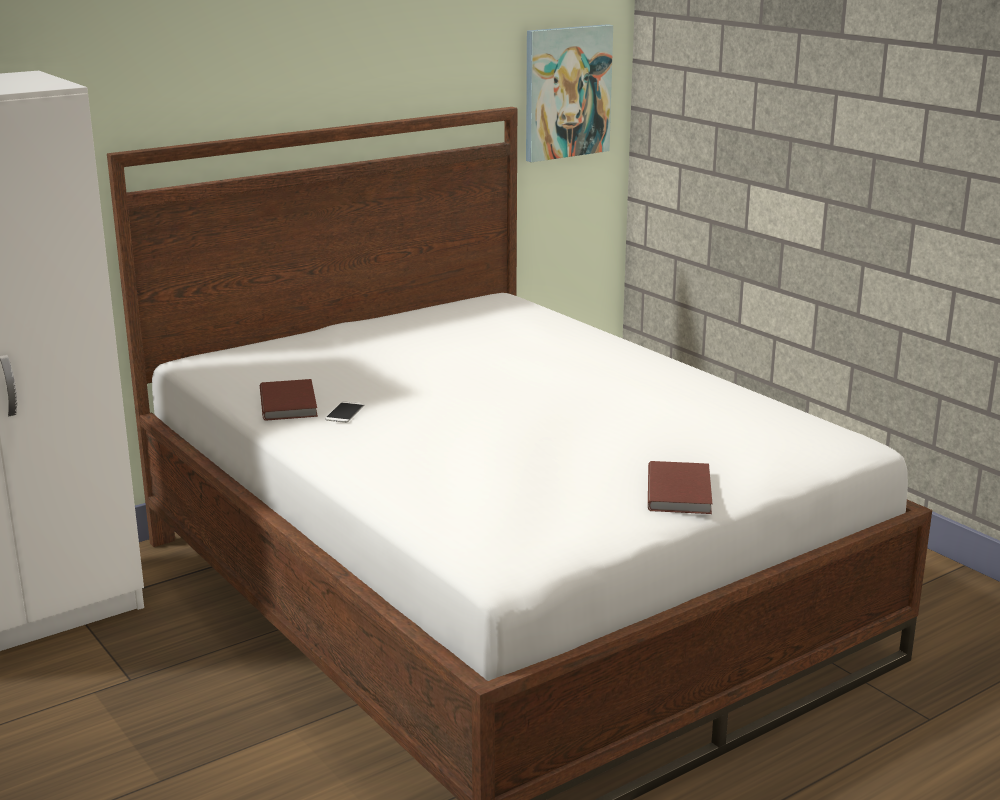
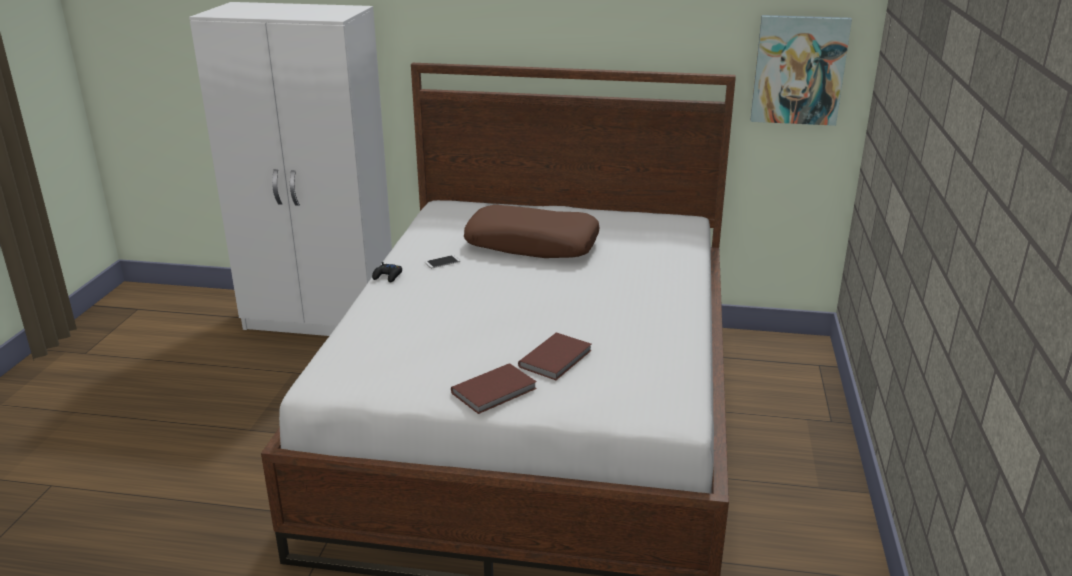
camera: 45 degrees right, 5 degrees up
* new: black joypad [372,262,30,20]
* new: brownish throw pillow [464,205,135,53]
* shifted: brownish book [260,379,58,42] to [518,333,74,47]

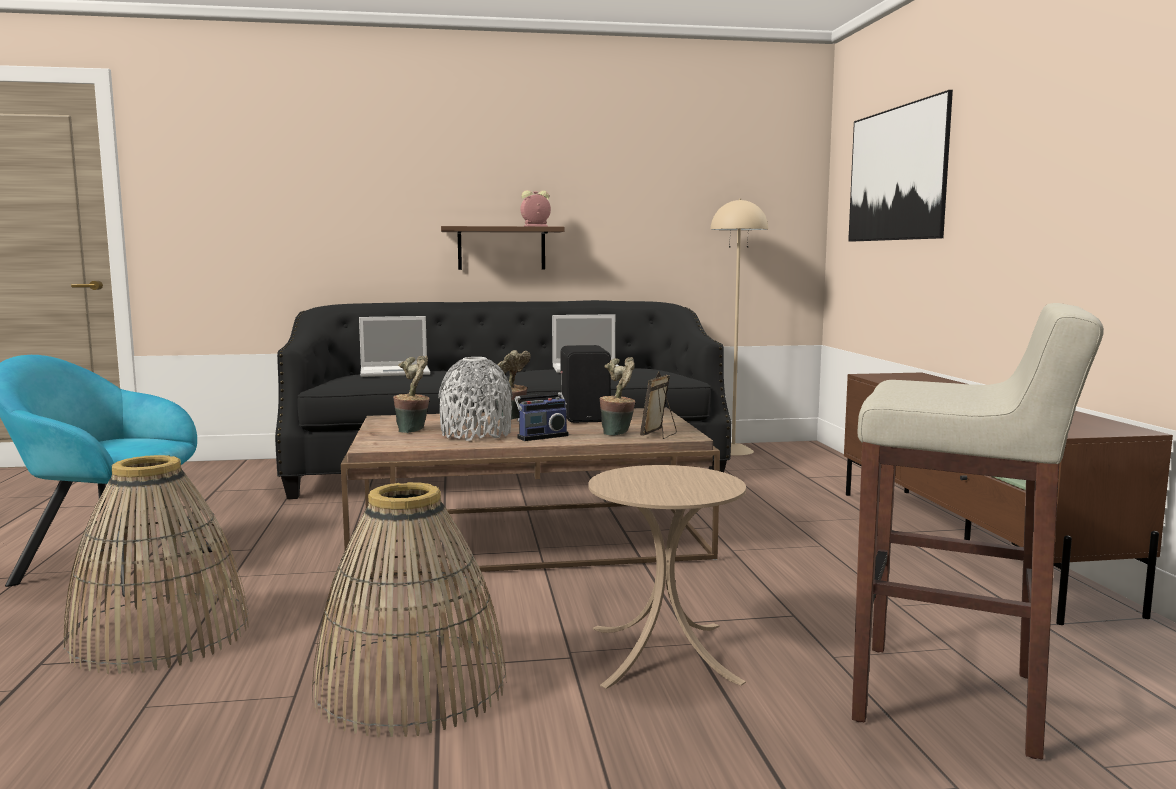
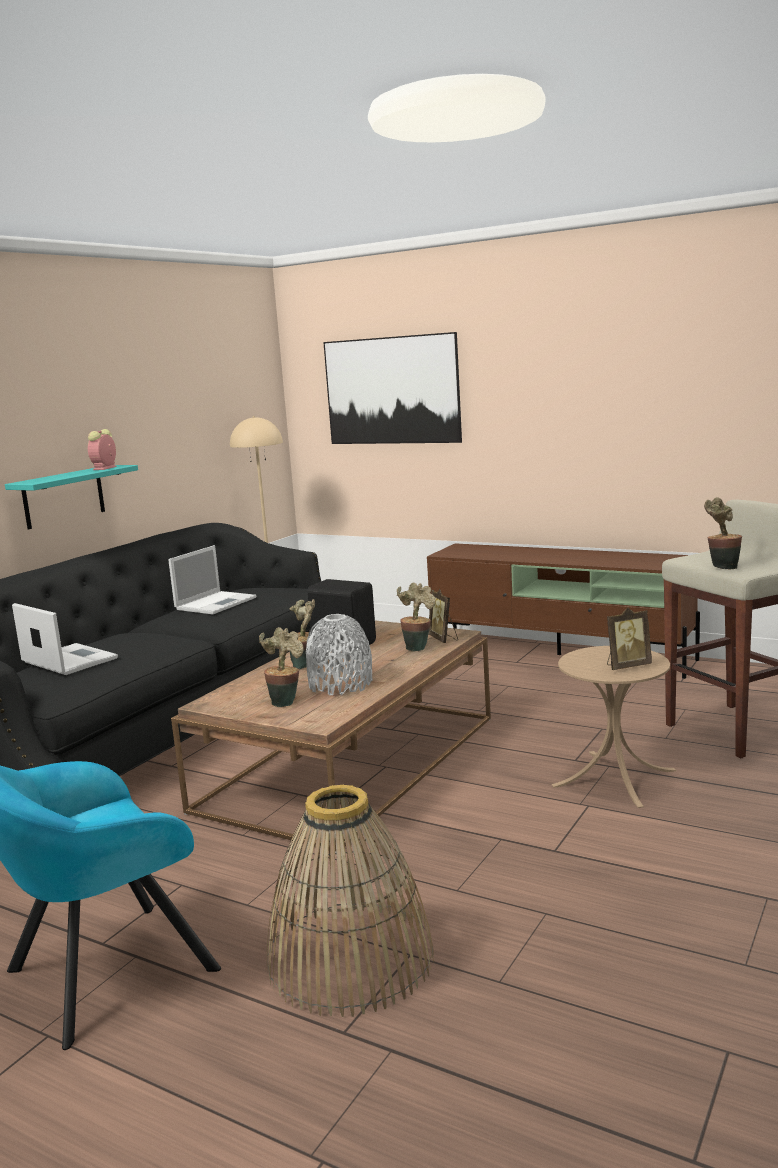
camera: 50 degrees left, 5 degrees up
* gone: storage basket [312,482,194,256]
* gone: radio set [515,371,54,70]
* new: photo frame [607,607,45,63]
* new: houseplant [704,497,38,73]
* repainted: brownish bracket shelf [441,226,124,44] to turquoise-coloured bracket shelf [5,465,133,64]
* rotated: laptop [359,316,71,61] = [12,603,106,72] 75 degrees counterclockwise

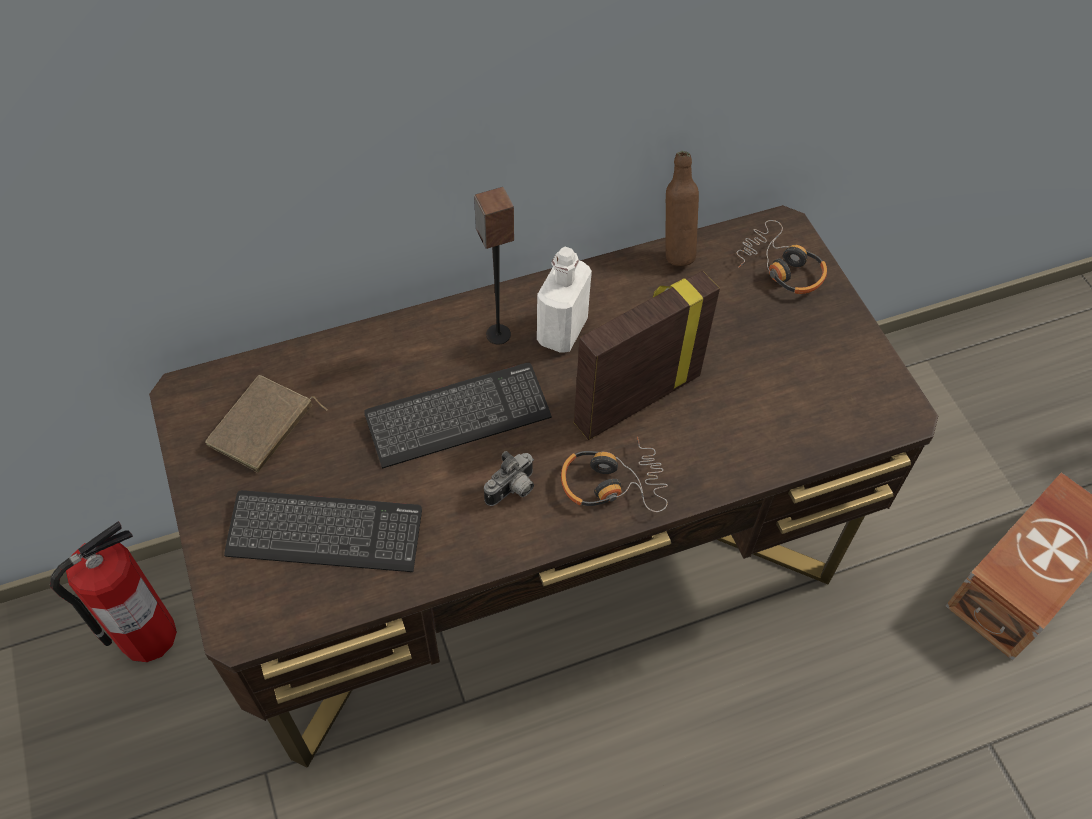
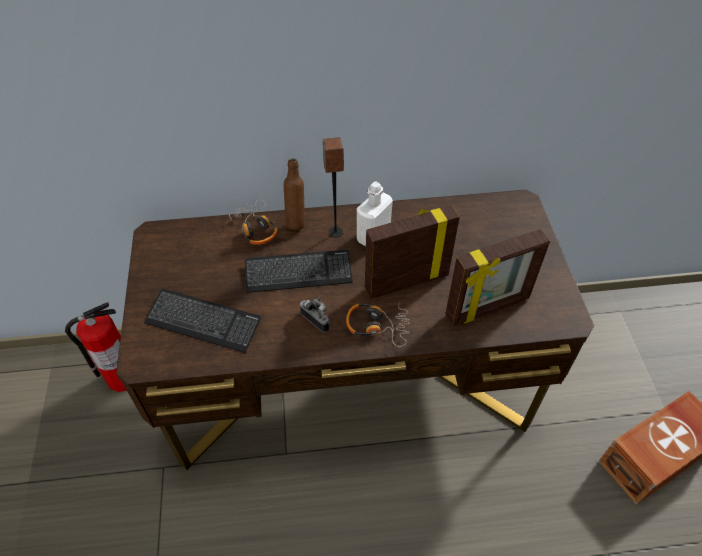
camera: 15 degrees right, 5 degrees down
* gone: brownish book [205,375,123,98]
* new: photo frame [445,229,105,97]
* shifted: brownish drink bottle [666,151,33,115] to [284,158,21,72]
* shifted: headset [736,220,91,74] to [226,200,52,45]
* rotated: still camera [484,451,50,55] = [300,297,30,36] 105 degrees counterclockwise

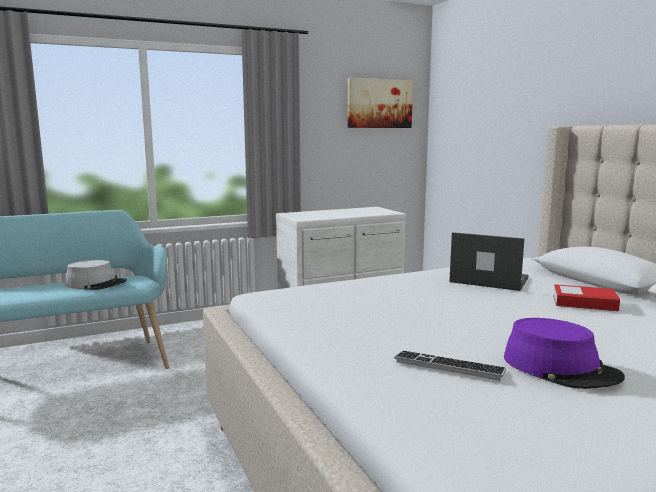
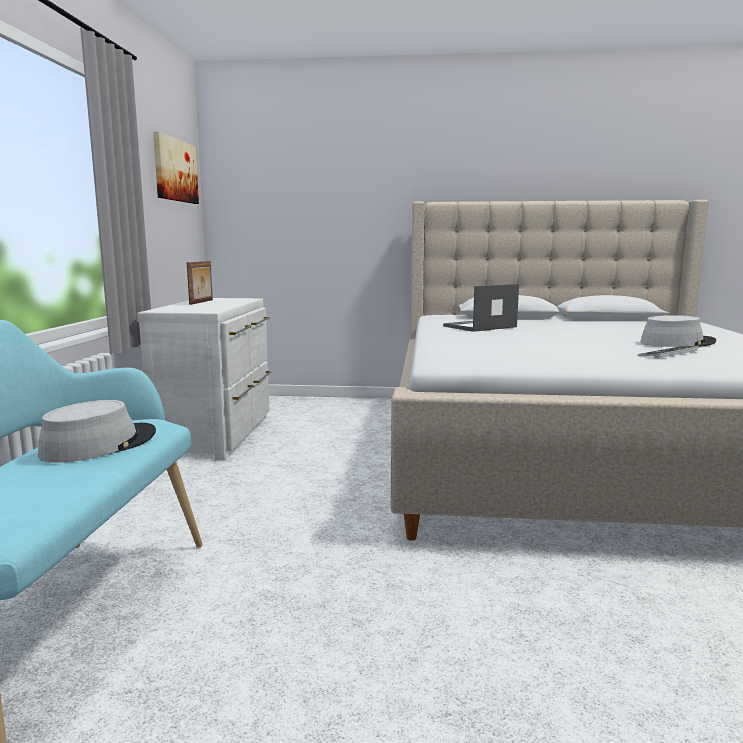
camera: 60 degrees left, 0 degrees up
* gone: book [553,284,67,27]
* new: photo frame [187,261,26,44]
* repainted: purplish wearable hat [504,318,121,71] to grey wearable hat [640,315,76,32]

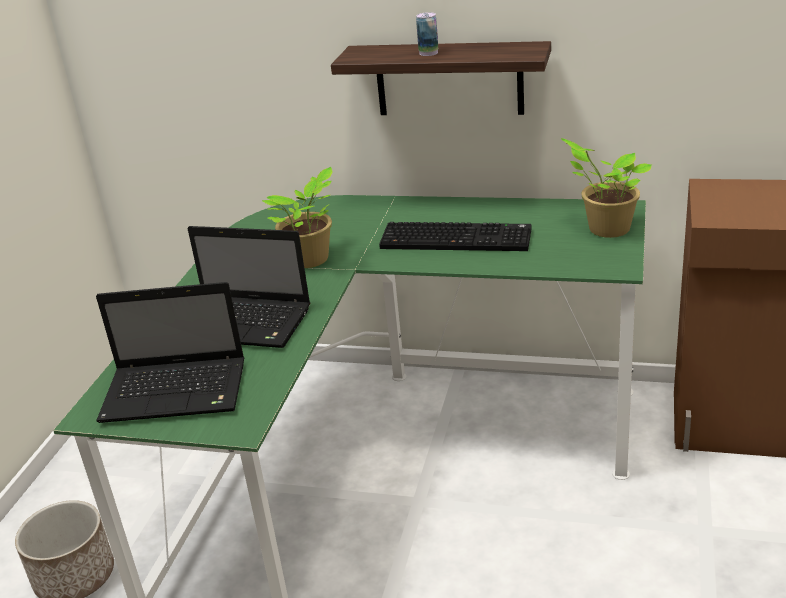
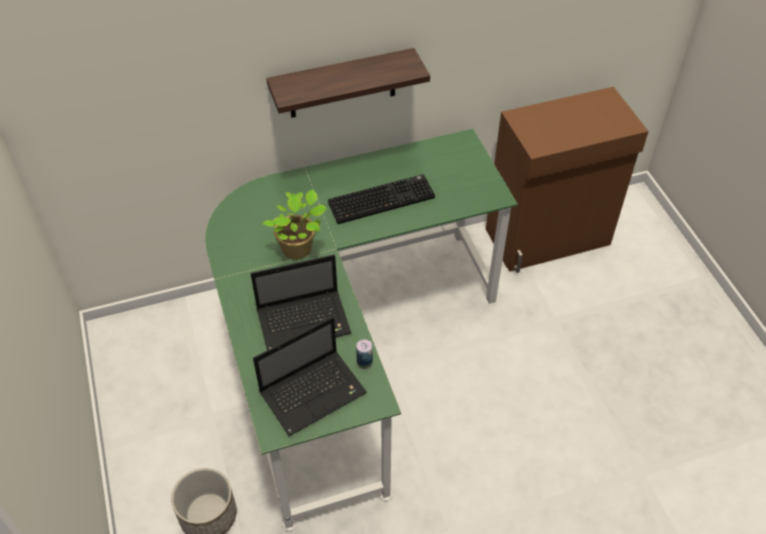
camera: 35 degrees left, 20 degrees up
* gone: houseplant [561,138,91,100]
* shifted: metal can [416,12,22,44] to [356,339,17,30]

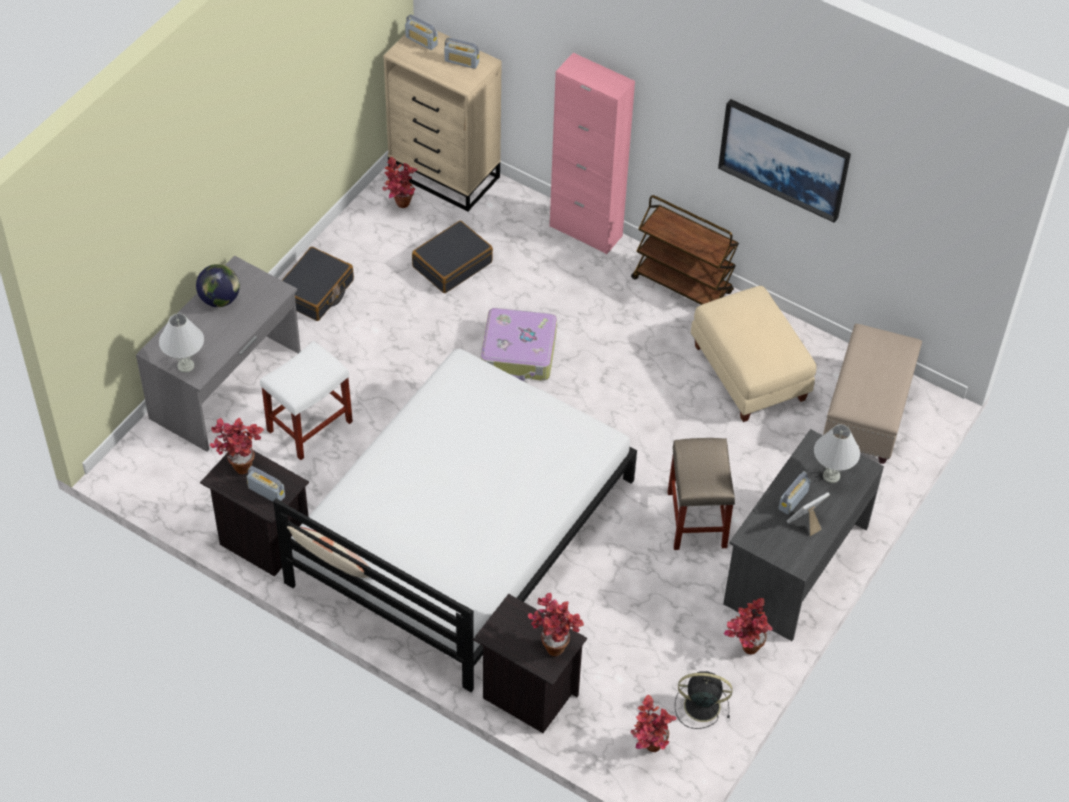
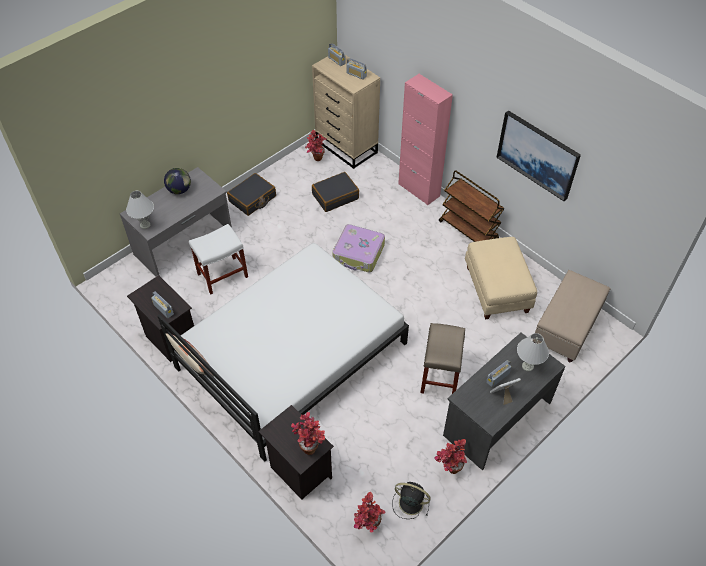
camera: 15 degrees right, 0 degrees up
* gone: houseplant [210,417,54,57]

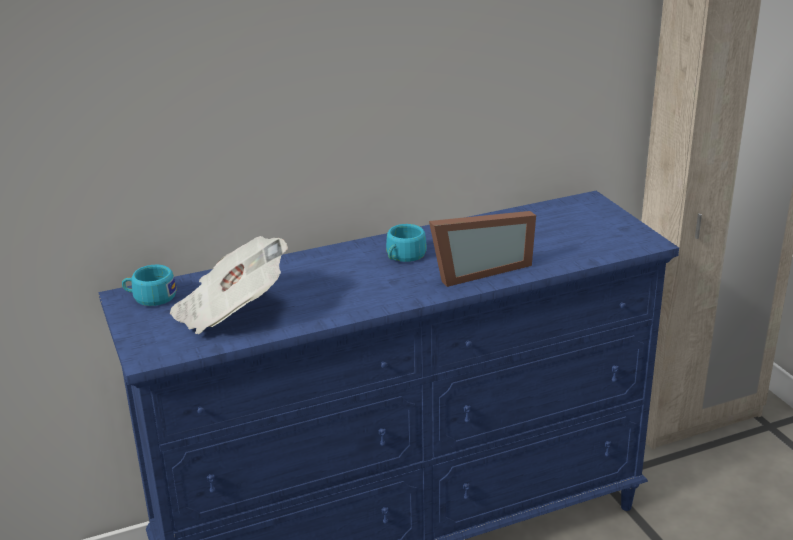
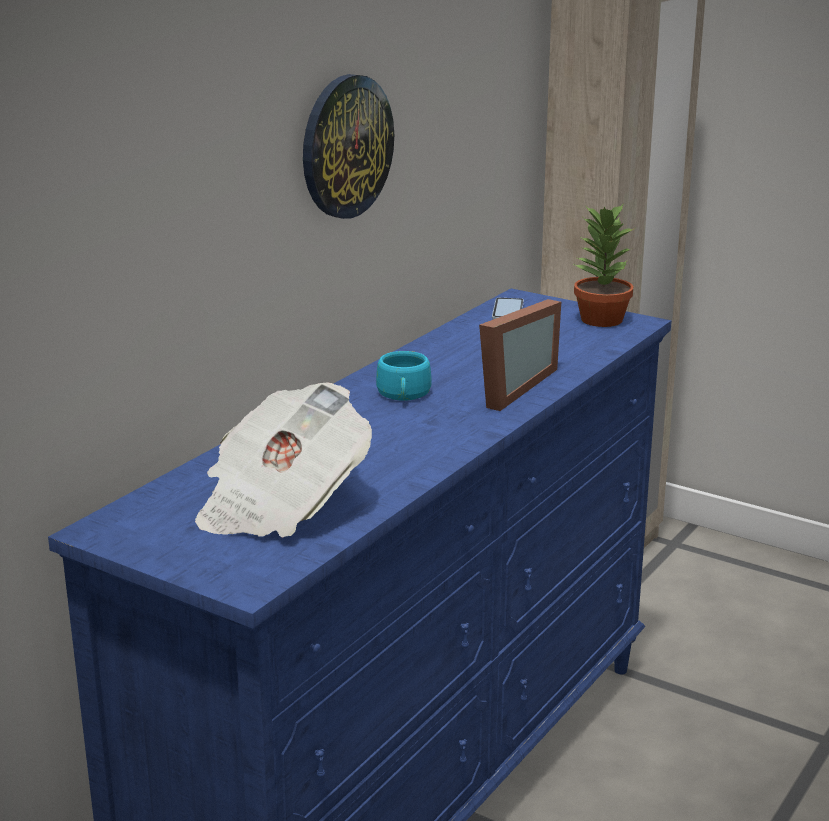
camera: 35 degrees left, 5 degrees down
* gone: turquoise-coloured drinking cup [122,265,55,41]
* new: hanging clock [303,74,91,145]
* new: handset [492,298,32,21]
* new: houseplant [574,203,61,124]

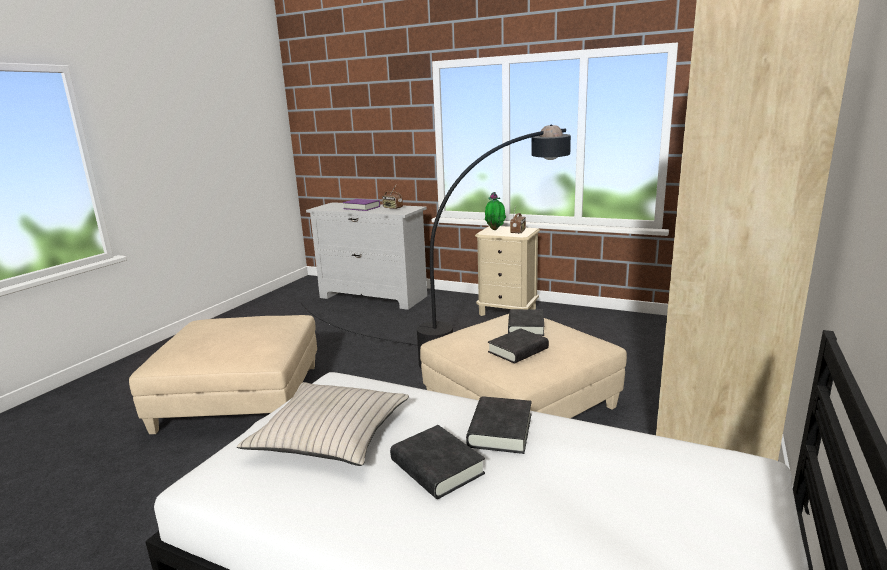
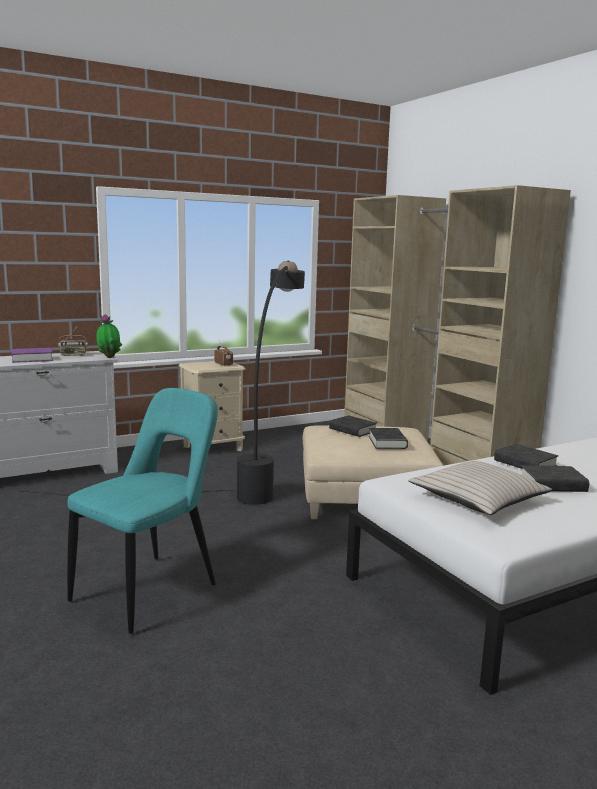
camera: 55 degrees left, 5 degrees down
* shifted: houseplant [485,192,21,38] to [97,314,25,44]
* swapped: beige-coloured footrest [129,315,188,119] to turquoise-coloured chair [67,388,151,246]

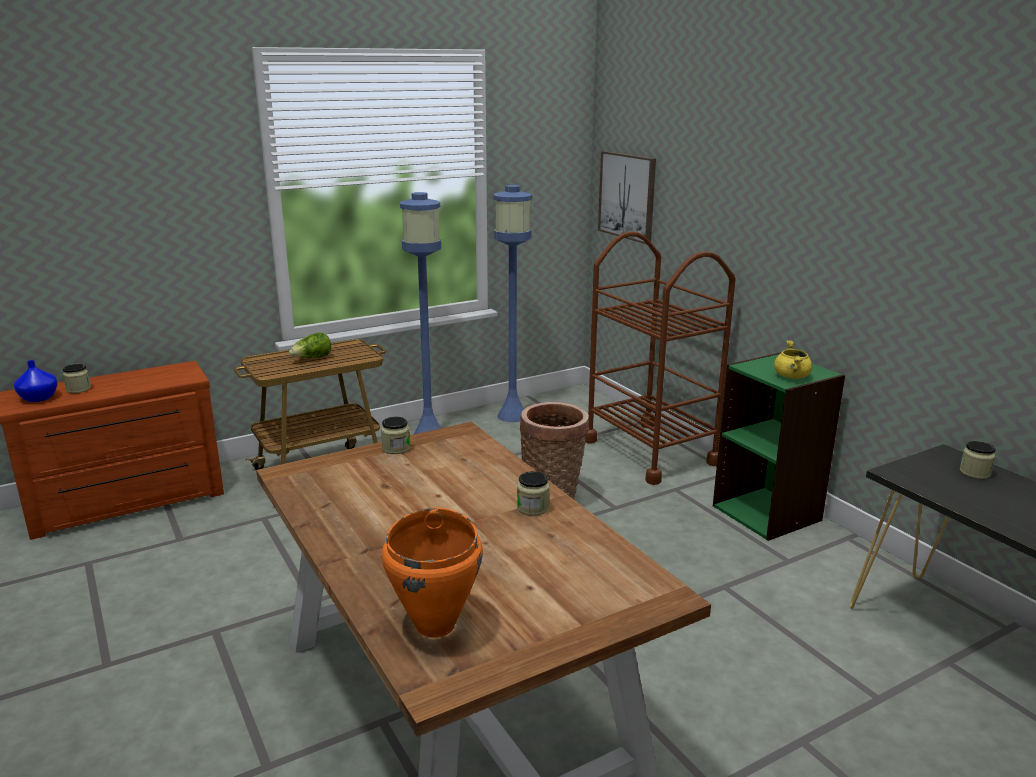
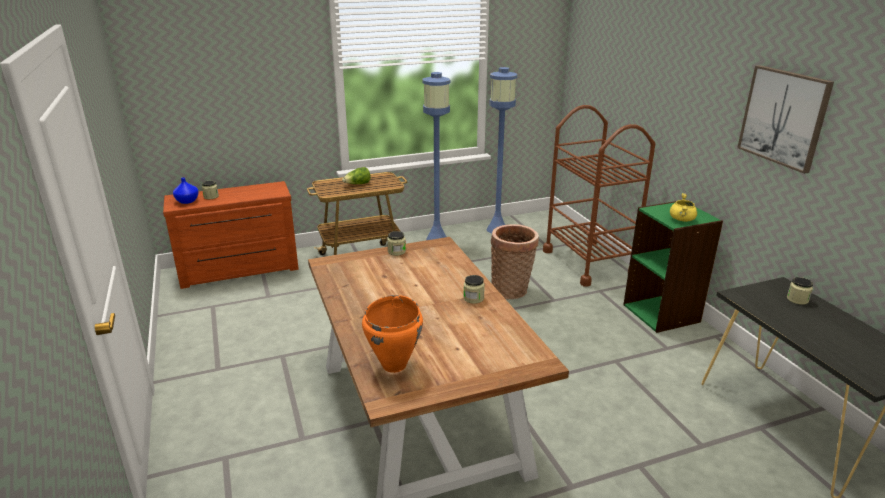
camera: 10 degrees right, 5 degrees up
* shifted: wall art [598,151,58,93] to [737,65,97,109]

